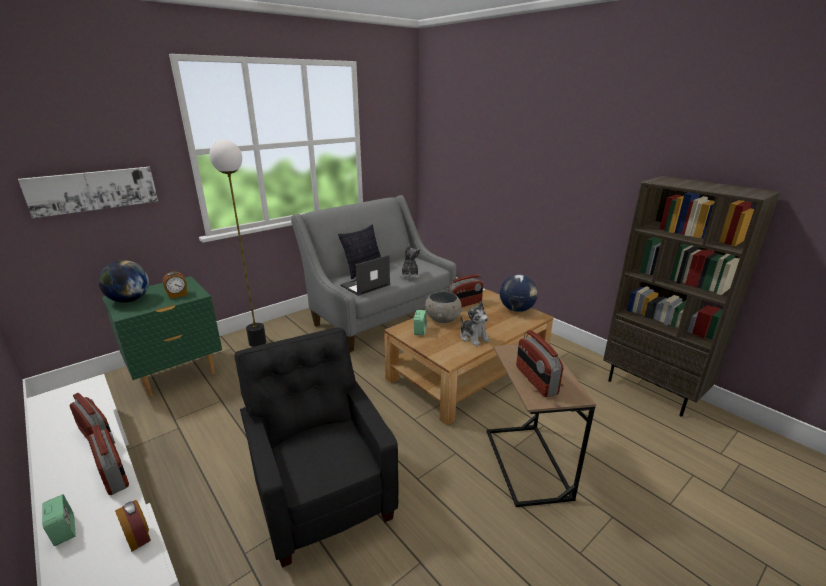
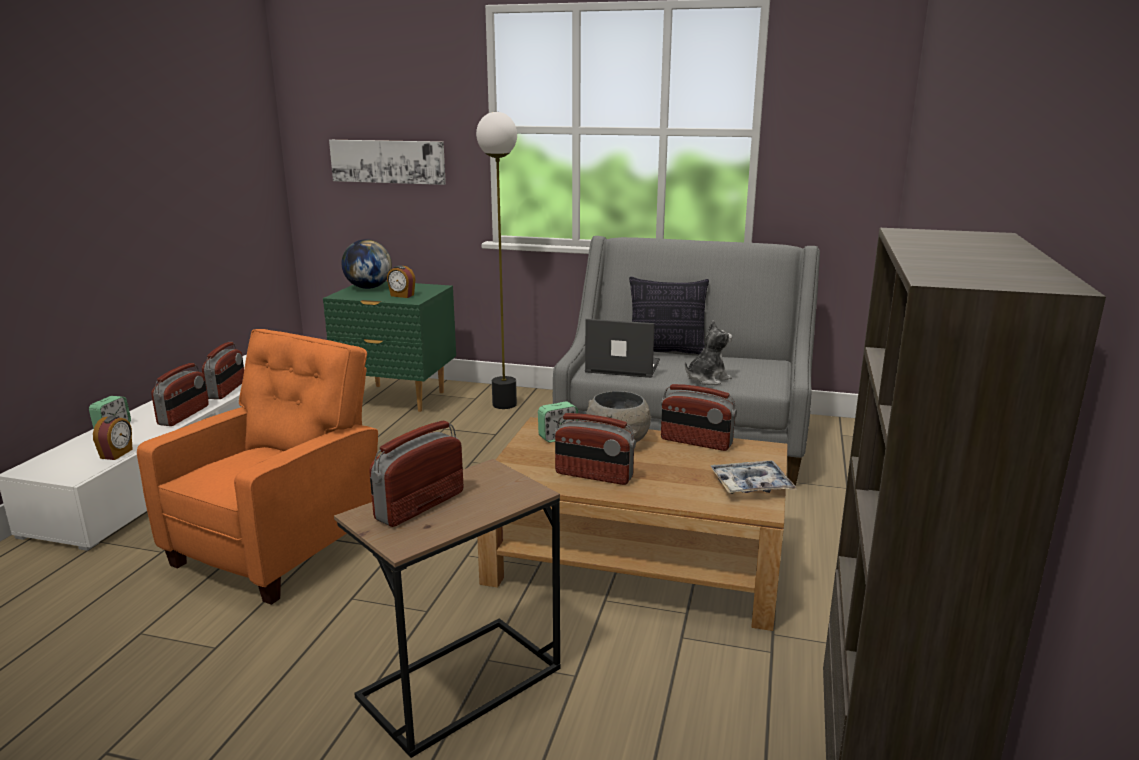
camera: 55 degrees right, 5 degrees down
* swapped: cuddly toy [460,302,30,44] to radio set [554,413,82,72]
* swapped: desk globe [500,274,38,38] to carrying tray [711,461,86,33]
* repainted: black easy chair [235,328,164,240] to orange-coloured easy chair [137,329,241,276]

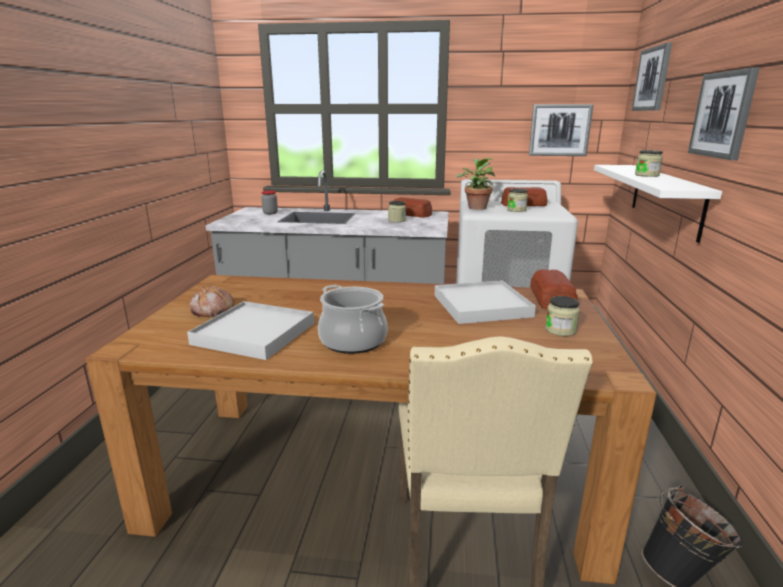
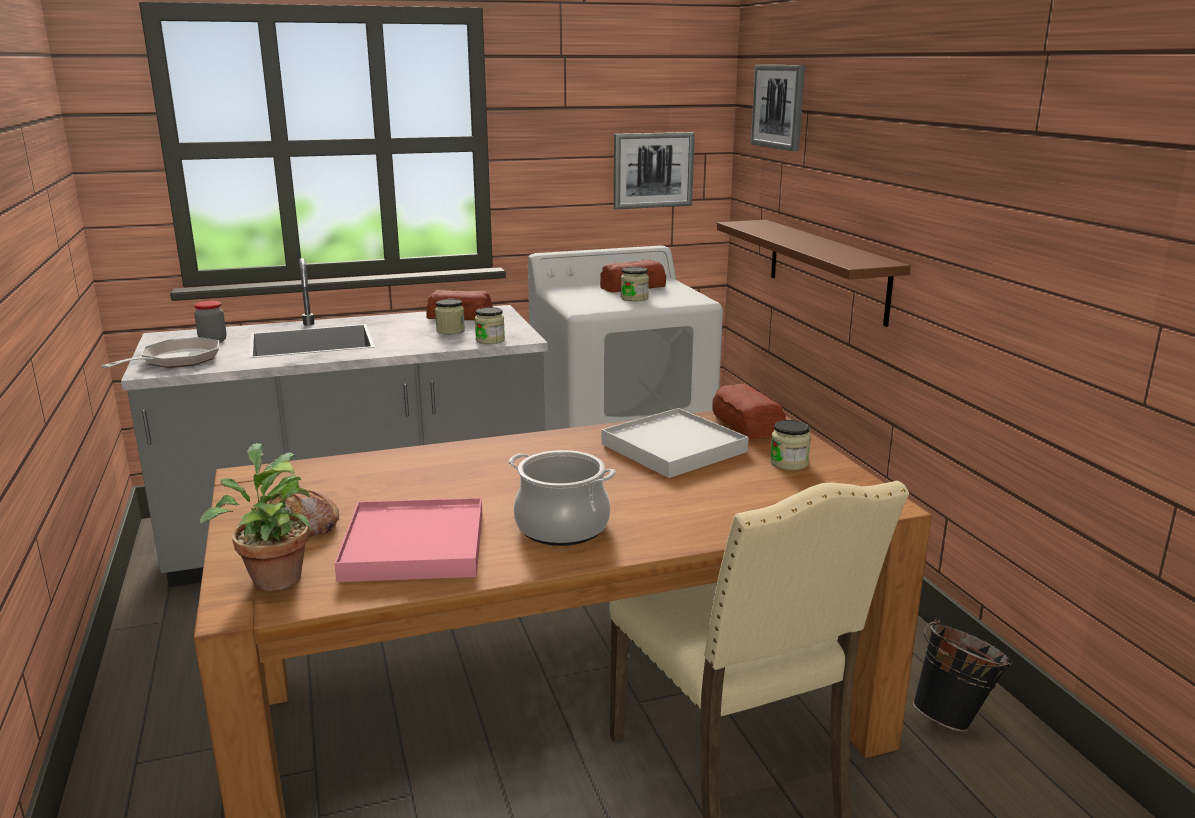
camera: 25 degrees left, 0 degrees up
* gone: wall art [688,67,72,93]
* new: frying pan [102,337,117,31]
* shifted: houseplant [456,157,39,53] to [200,443,112,148]
* shifted: jar [635,150,28,27] to [475,307,30,37]
* repainted: white-coloured carrying tray [187,301,127,59] to pinkish carrying tray [334,498,148,84]
* repainted: white-coloured bracket shelf [594,165,128,78] to brownish bracket shelf [717,220,194,107]

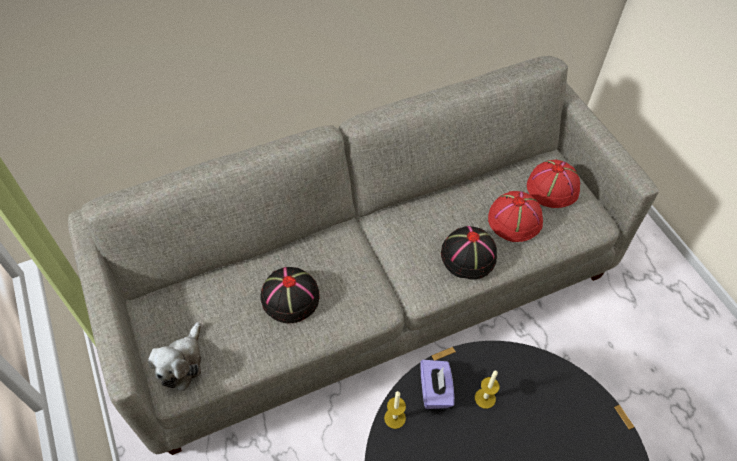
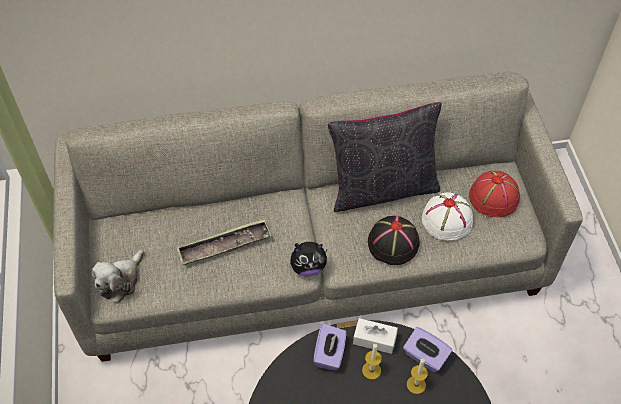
camera: 15 degrees right, 0 degrees up
* new: cuddly toy [290,242,37,34]
* new: black throw pillow [328,102,114,110]
* new: white-coloured box of tissues [353,318,45,36]
* new: purplish box of tissues [403,327,49,45]
* shifted: wax light [384,391,22,38] to [407,359,21,35]
* swapped: black wearable hat [260,267,59,56] to carrying tray [177,219,94,46]
* repainted: reddish wearable hat [488,191,55,51] to white-coloured wearable hat [422,192,51,49]

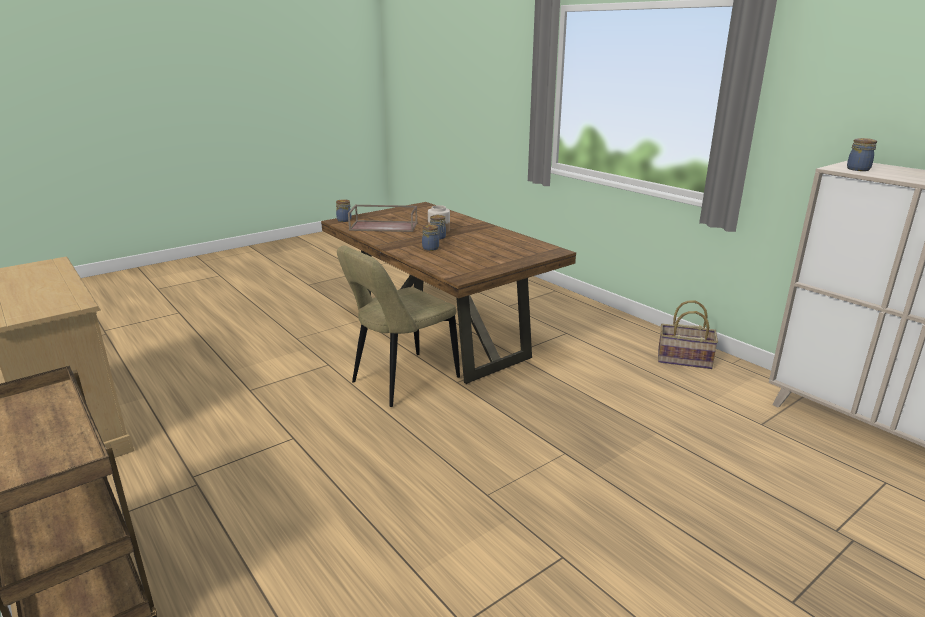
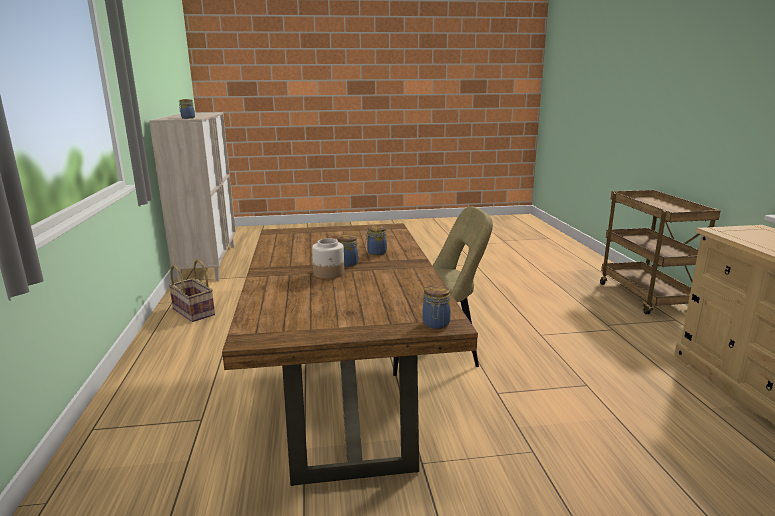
camera: 150 degrees left, 5 degrees down
* gone: brownish carrying tray [348,205,70,27]

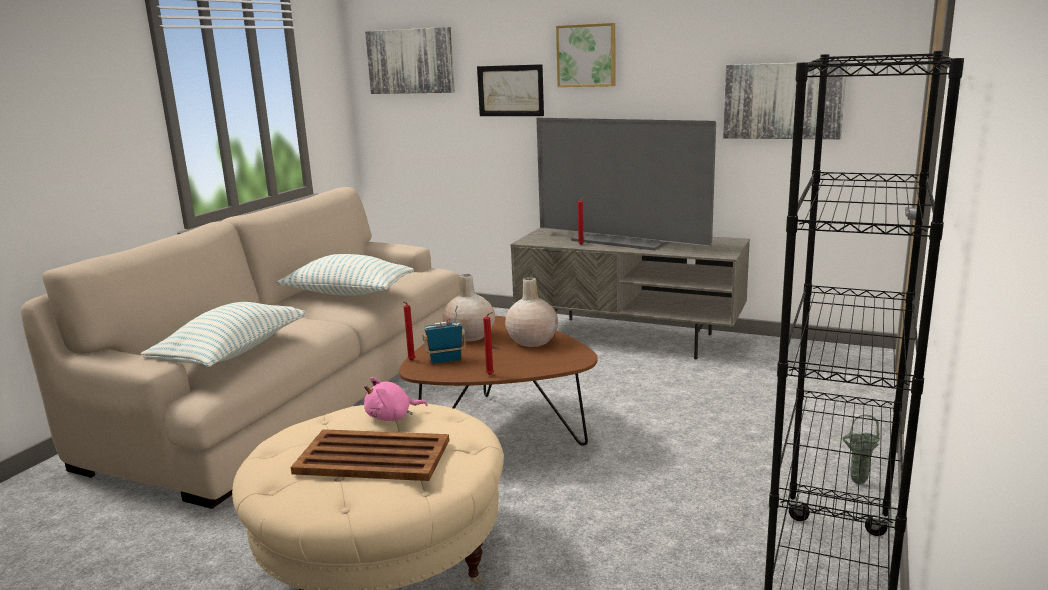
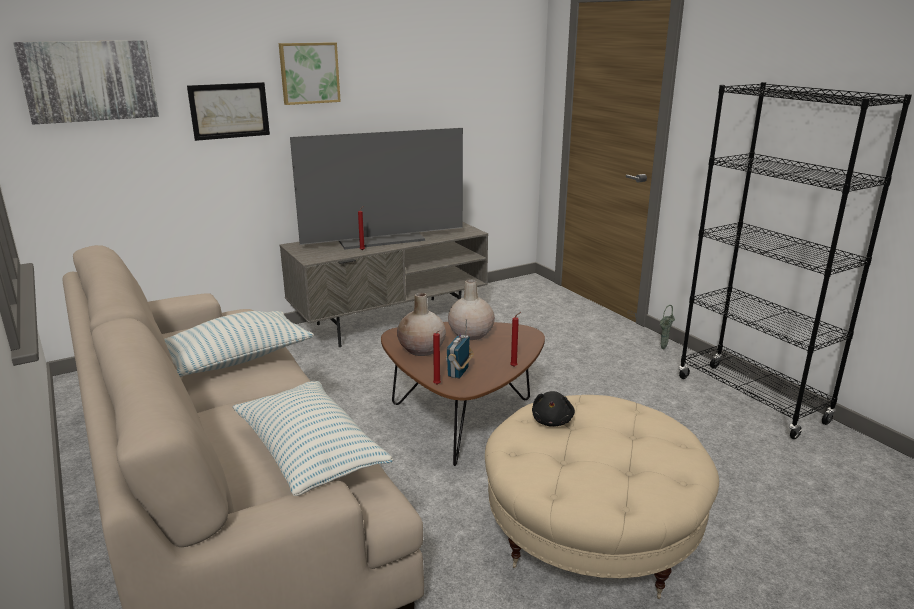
camera: 55 degrees left, 5 degrees up
* gone: brownish carrying tray [291,429,158,52]
* gone: wall art [723,61,125,78]
* repainted: pinkish cuddly toy [364,377,64,44] to black cuddly toy [532,391,43,36]

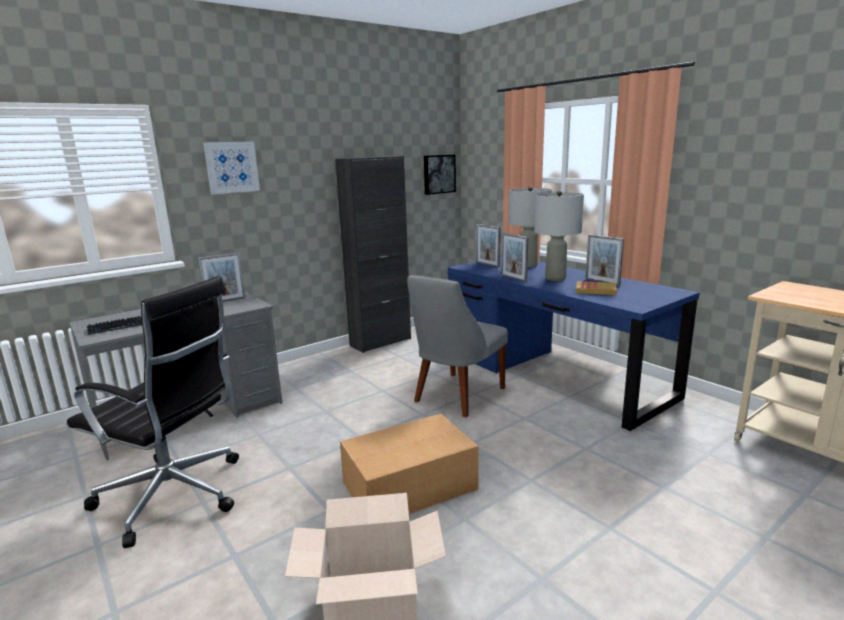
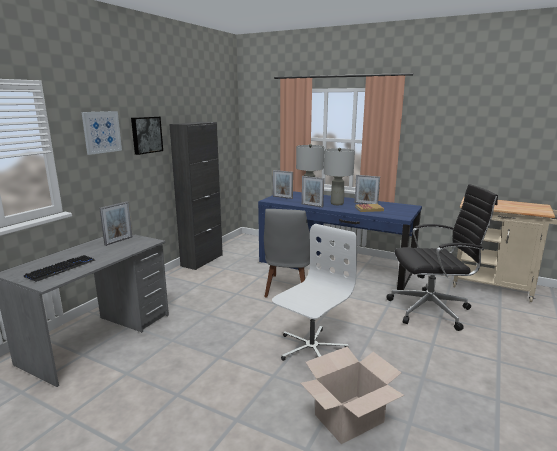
camera: 25 degrees left, 0 degrees up
* shifted: black computer chair [67,276,172,272] to [387,184,111,147]
* shifted: wall art [424,154,32,41] to [131,116,32,39]
* swapped: carton [340,414,138,100] to white-coloured computer chair [272,224,85,137]

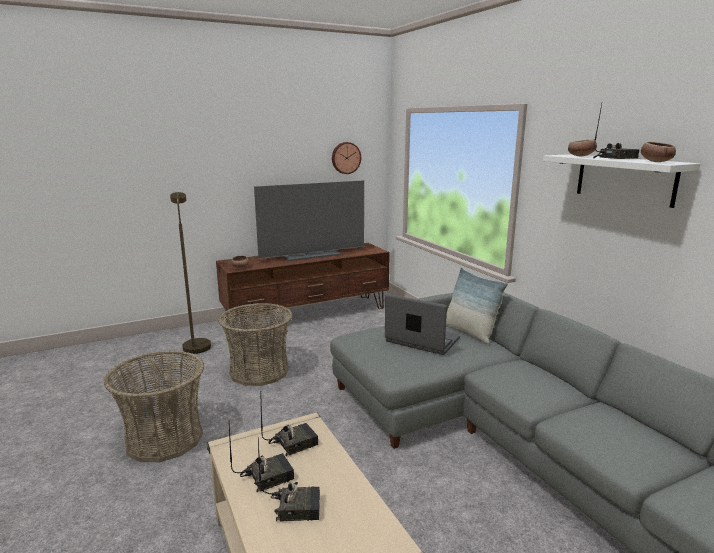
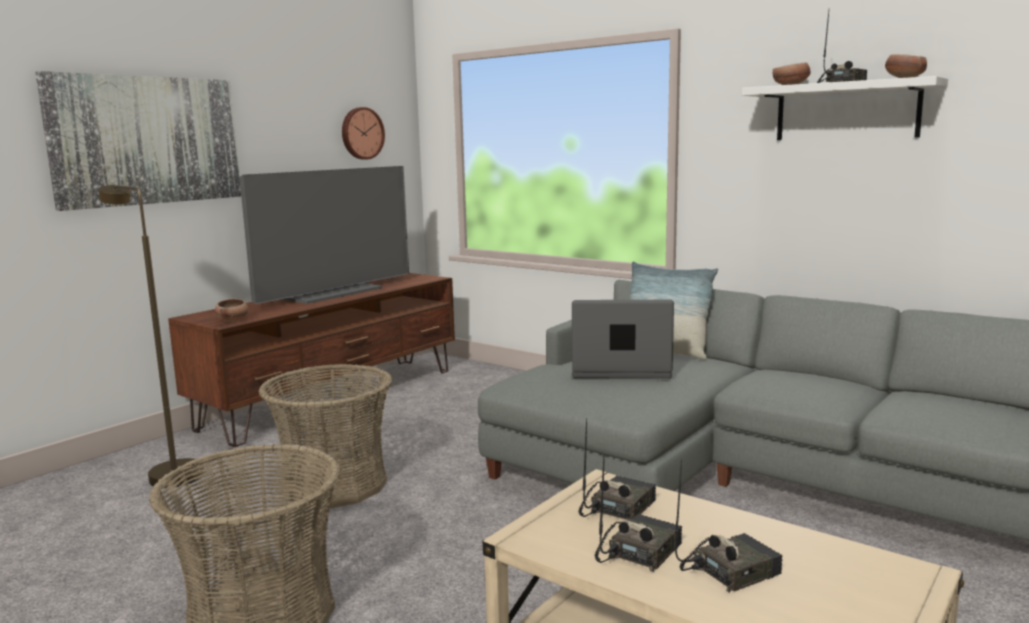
camera: 25 degrees left, 5 degrees down
* new: wall art [35,71,206,140]

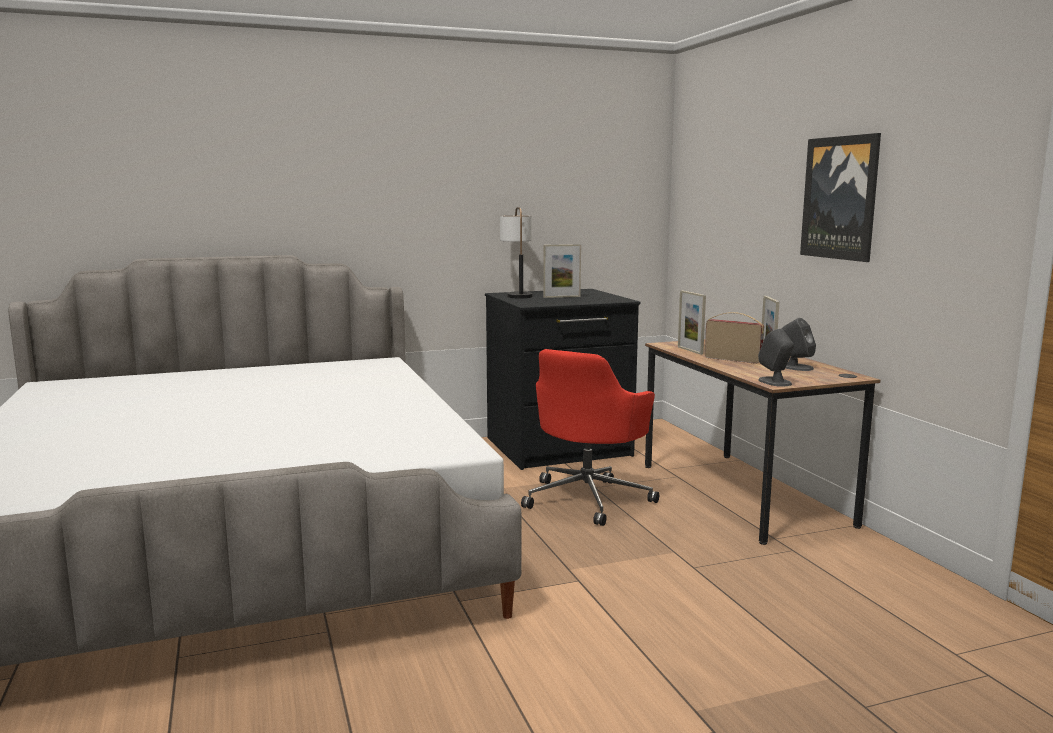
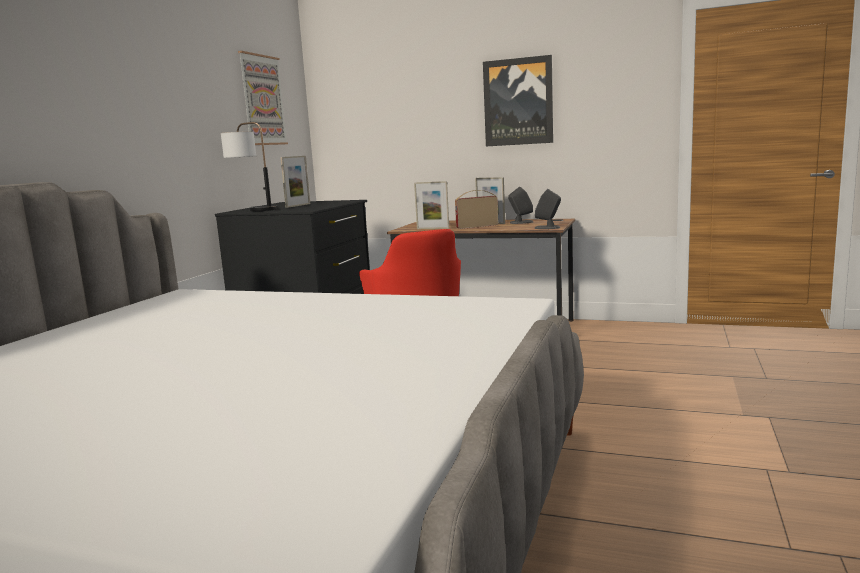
camera: 50 degrees left, 0 degrees up
* new: wall art [238,51,50,94]

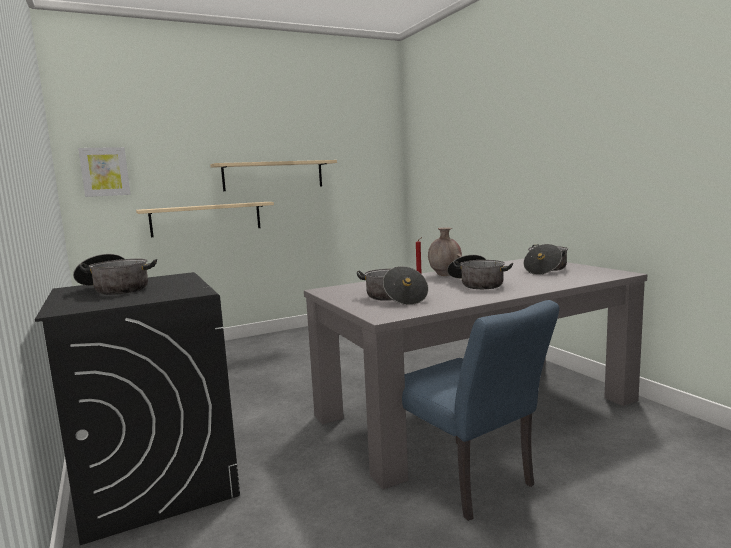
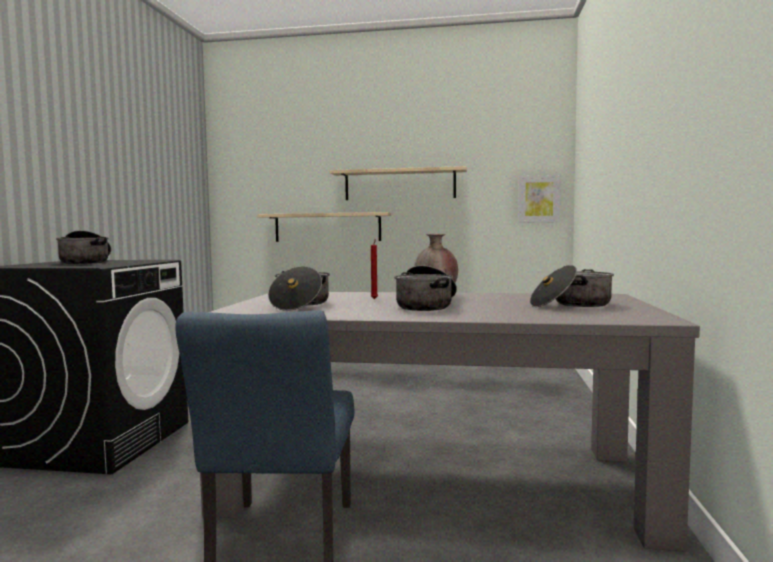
camera: 35 degrees right, 5 degrees down
* shifted: wall art [78,147,53,50] to [518,175,43,48]

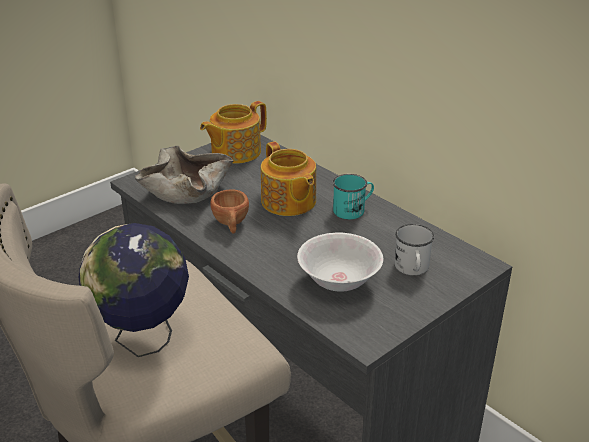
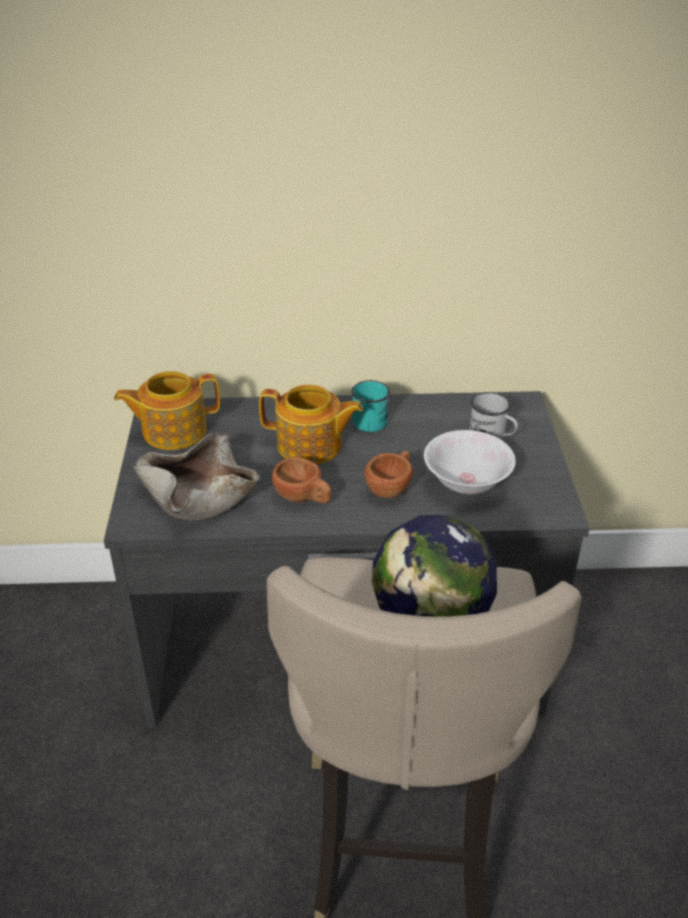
camera: 50 degrees left, 5 degrees up
* new: brownish drinking cup [365,451,48,47]
* rotated: pot for tea [200,101,67,63] = [114,371,106,79] 75 degrees clockwise

